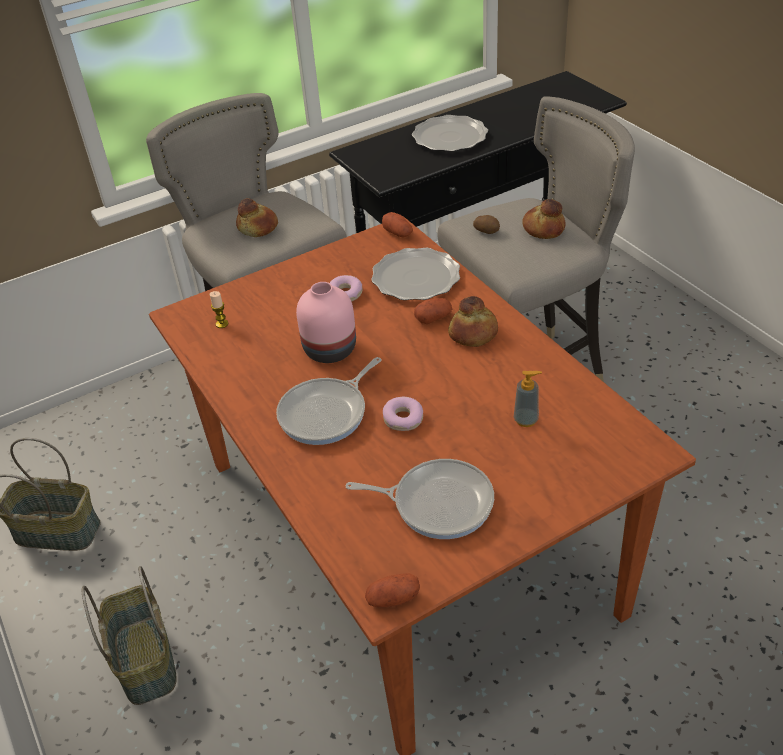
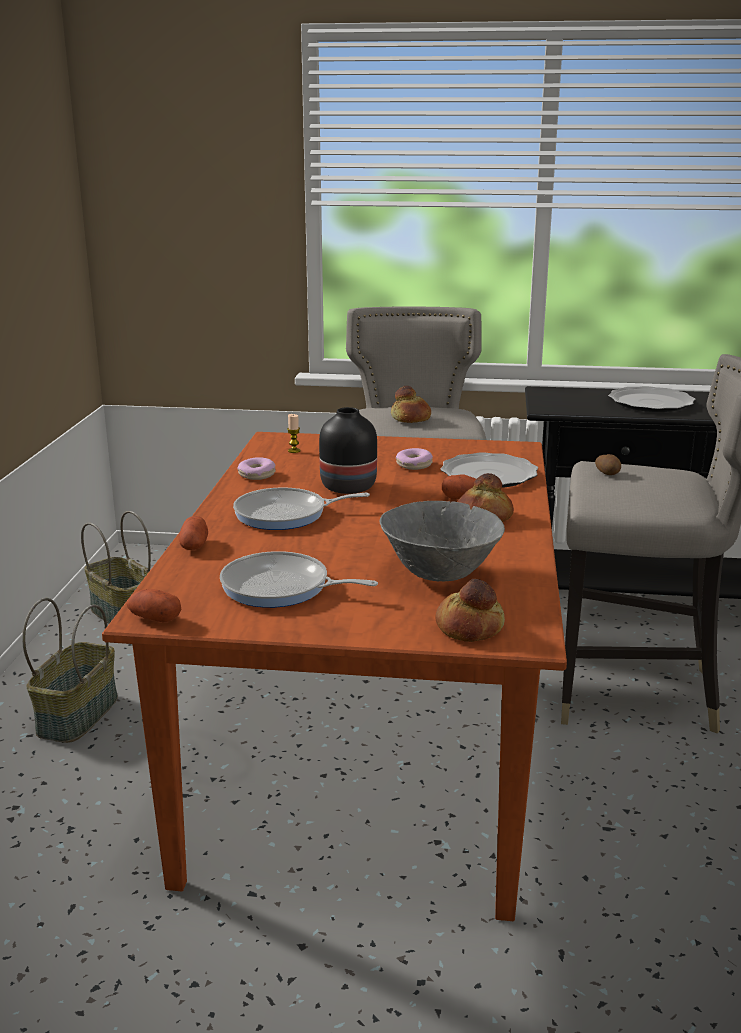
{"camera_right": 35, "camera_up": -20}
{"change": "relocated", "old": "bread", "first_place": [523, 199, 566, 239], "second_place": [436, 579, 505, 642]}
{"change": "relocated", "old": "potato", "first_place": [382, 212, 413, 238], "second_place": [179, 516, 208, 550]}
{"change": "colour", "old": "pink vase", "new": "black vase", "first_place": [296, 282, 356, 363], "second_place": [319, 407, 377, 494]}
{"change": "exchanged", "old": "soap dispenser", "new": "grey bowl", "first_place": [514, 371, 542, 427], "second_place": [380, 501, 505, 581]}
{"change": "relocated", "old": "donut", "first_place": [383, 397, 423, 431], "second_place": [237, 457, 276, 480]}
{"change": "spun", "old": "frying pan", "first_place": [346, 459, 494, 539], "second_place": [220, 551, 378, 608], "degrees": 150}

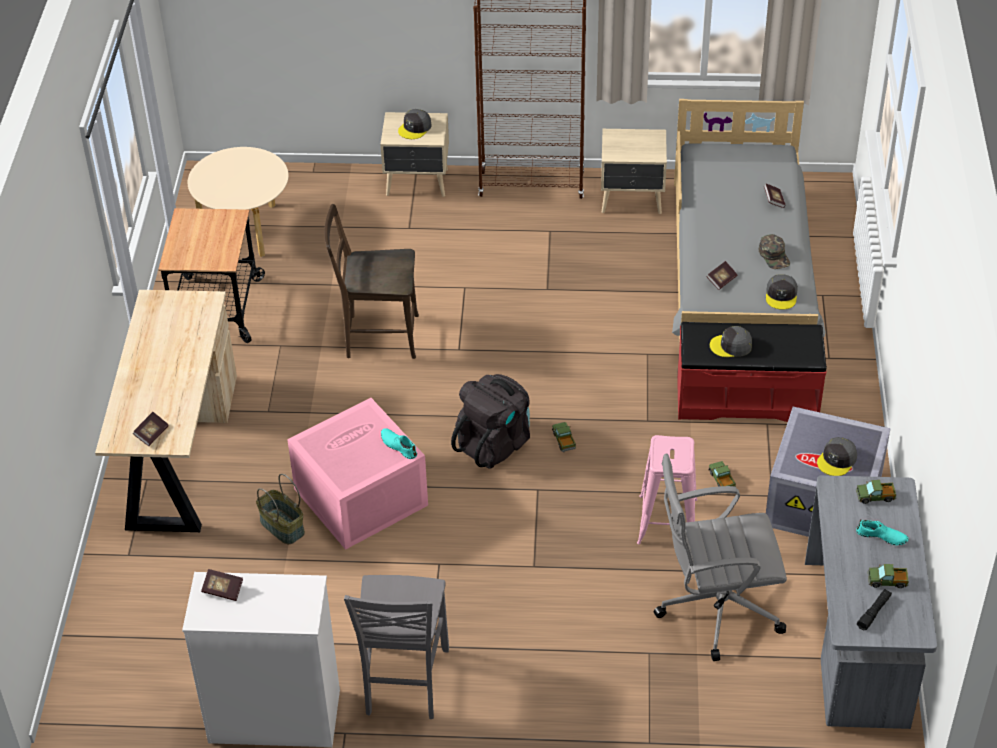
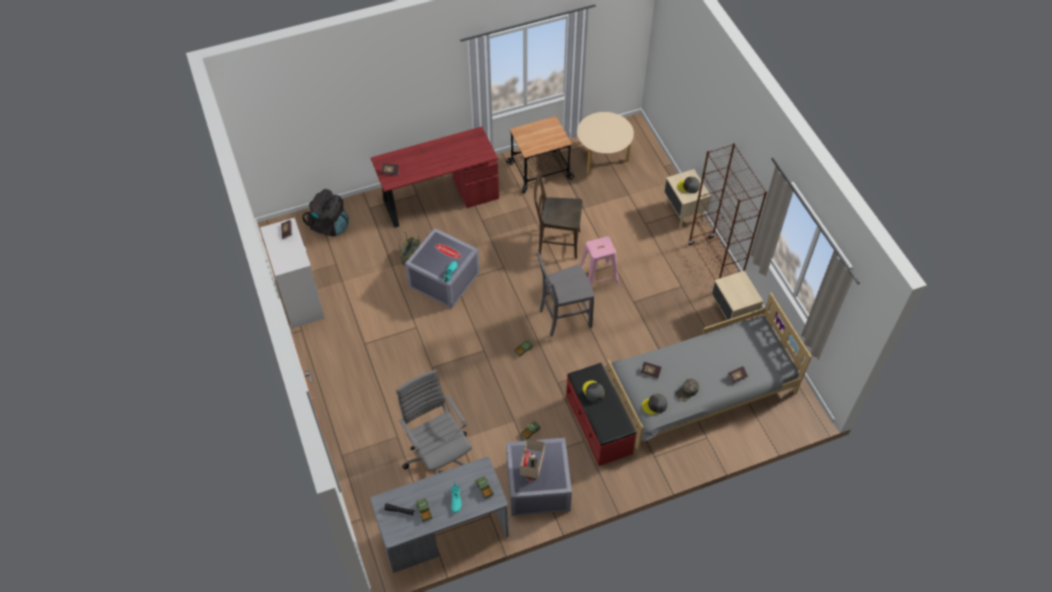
{"camera_right": 65, "camera_up": 10}
{"change": "spun", "old": "brown chair", "first_place": [324, 204, 419, 359], "second_place": [534, 173, 583, 259], "degrees": -60}
{"change": "colour", "old": "beige desk", "new": "red desk", "first_place": [95, 290, 237, 532], "second_place": [371, 127, 499, 228]}
{"change": "relocated", "old": "black backpack", "first_place": [451, 374, 530, 469], "second_place": [302, 189, 349, 236]}
{"change": "colour", "old": "pink storage box", "new": "grey storage box", "first_place": [287, 398, 428, 550], "second_place": [405, 228, 480, 309]}
{"change": "relocated", "old": "pink stool", "first_place": [637, 435, 698, 544], "second_place": [580, 236, 619, 287]}
{"change": "exchanged", "old": "grey cap", "new": "beige table lamp", "first_place": [817, 437, 857, 476], "second_place": [520, 439, 545, 480]}
{"change": "relocated", "old": "grey chair", "first_place": [344, 575, 449, 719], "second_place": [537, 252, 594, 337]}

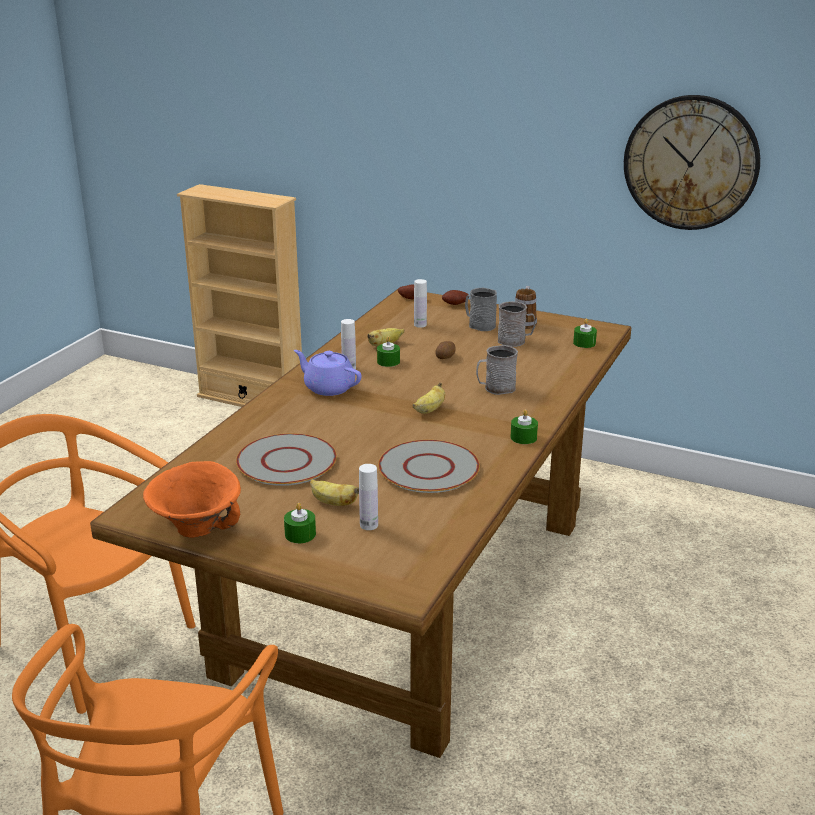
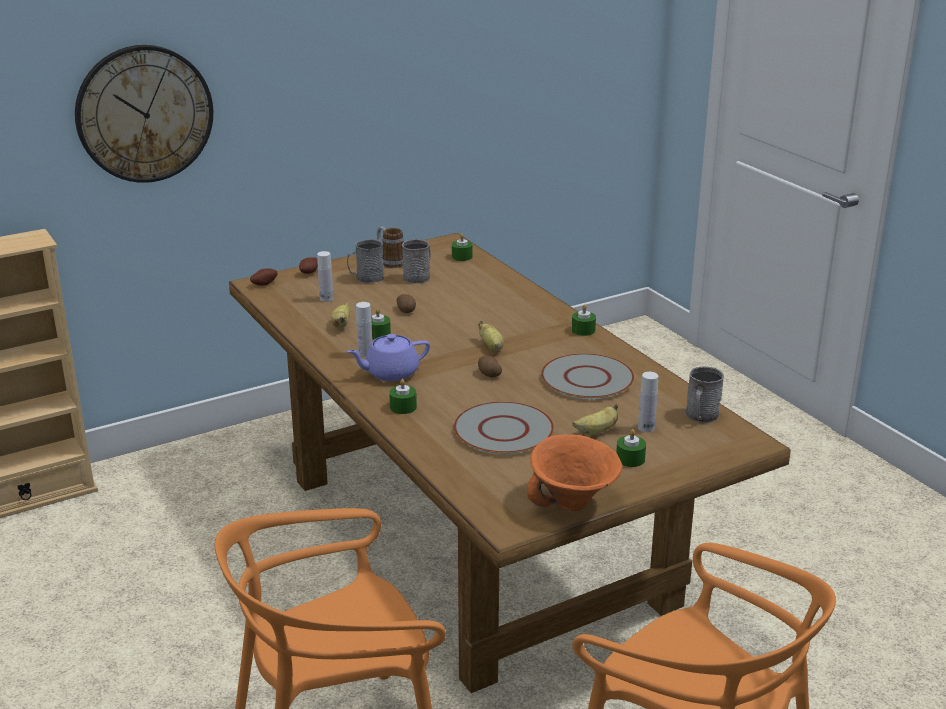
{"camera_right": -55, "camera_up": 0}
{"change": "relocated", "old": "wall clock", "first_place": [624, 95, 760, 230], "second_place": [75, 45, 213, 183]}
{"change": "relocated", "old": "grey mug", "first_place": [476, 345, 518, 395], "second_place": [686, 367, 724, 423]}
{"change": "appeared", "new": "potato", "second_place": [478, 355, 502, 378]}
{"change": "appeared", "new": "green candle", "second_place": [389, 379, 417, 414]}

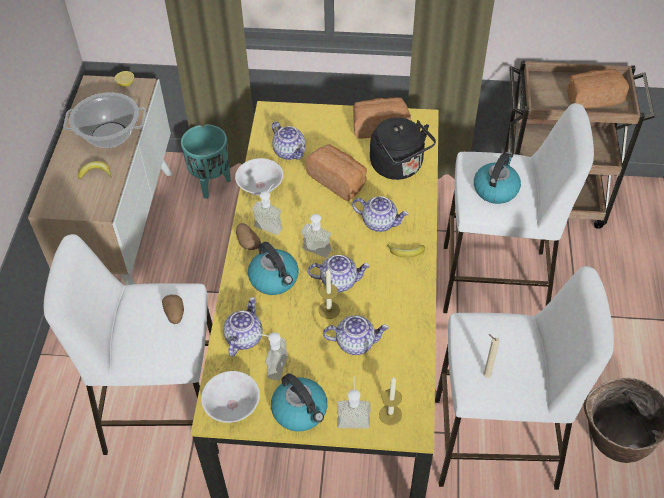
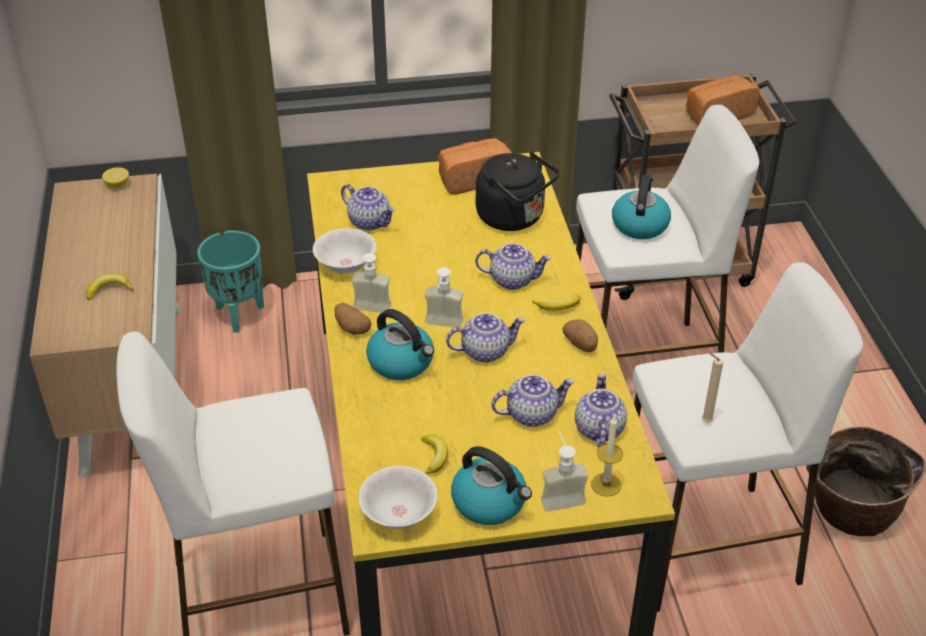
{"camera_right": -15, "camera_up": -10}
{"change": "missing", "old": "cooking pot", "first_place": [63, 92, 146, 148]}
{"change": "missing", "old": "bread", "first_place": [306, 144, 367, 201]}
{"change": "missing", "old": "candle", "first_place": [319, 269, 340, 319]}
{"change": "relocated", "old": "potato", "first_place": [162, 295, 184, 324], "second_place": [563, 319, 598, 352]}
{"change": "relocated", "old": "teapot", "first_place": [223, 297, 262, 357], "second_place": [575, 373, 627, 448]}
{"change": "exchanged", "old": "soap dispenser", "new": "banana", "first_place": [255, 332, 288, 381], "second_place": [421, 434, 448, 475]}

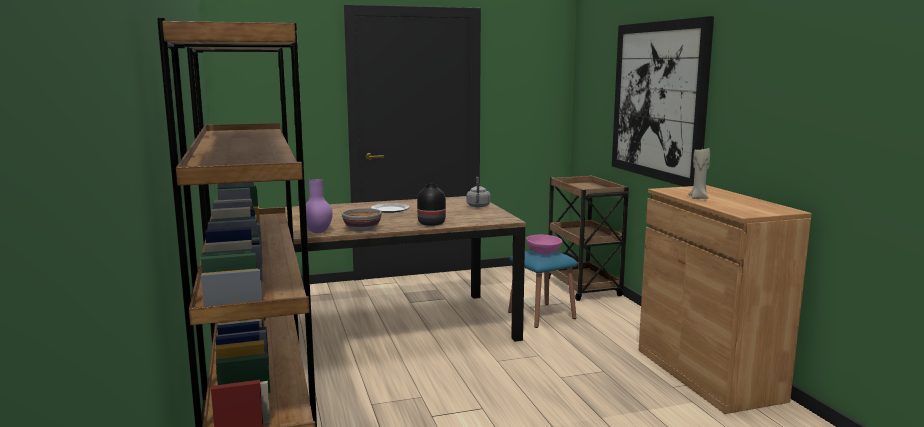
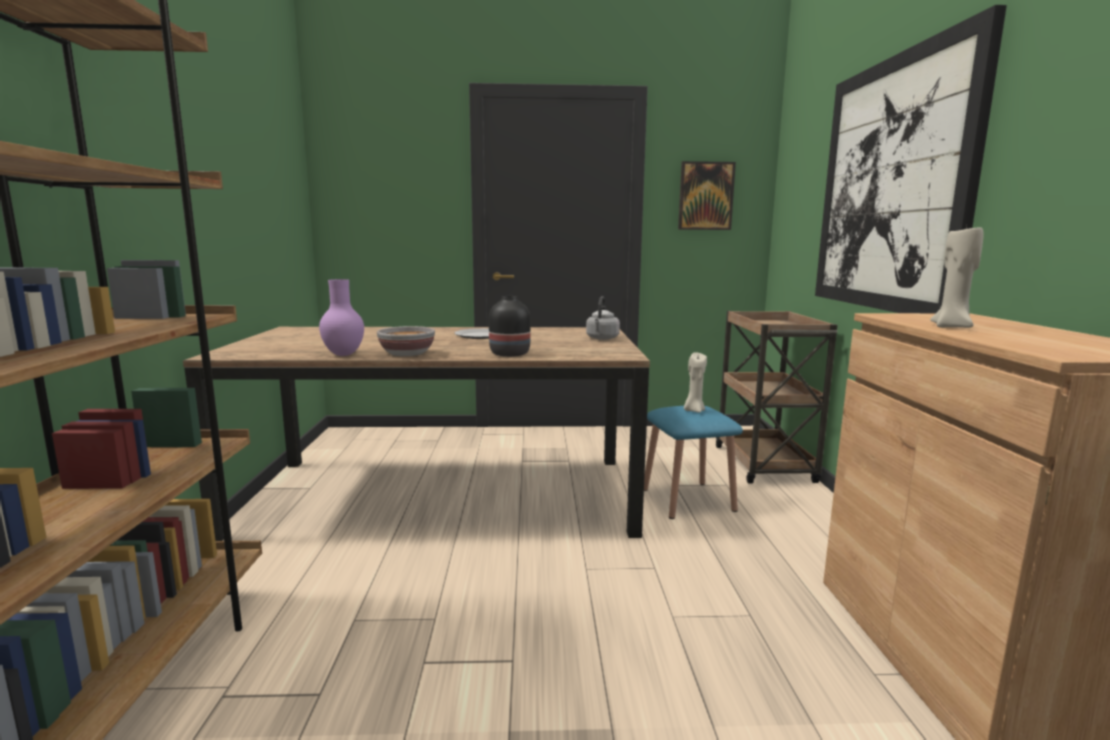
{"camera_right": 15, "camera_up": 0}
{"change": "exchanged", "old": "pink bowl", "new": "beige candle", "first_place": [526, 235, 563, 254], "second_place": [684, 352, 707, 413]}
{"change": "appeared", "new": "picture", "second_place": [678, 161, 736, 230]}

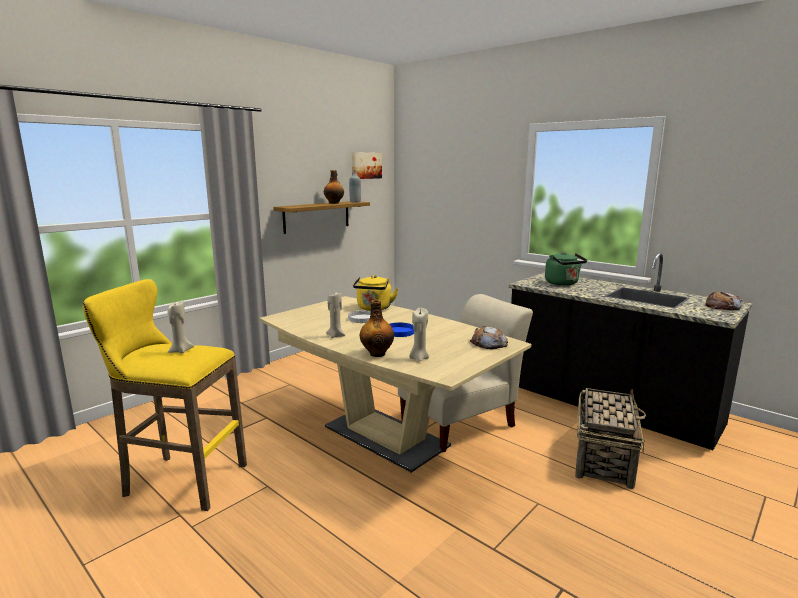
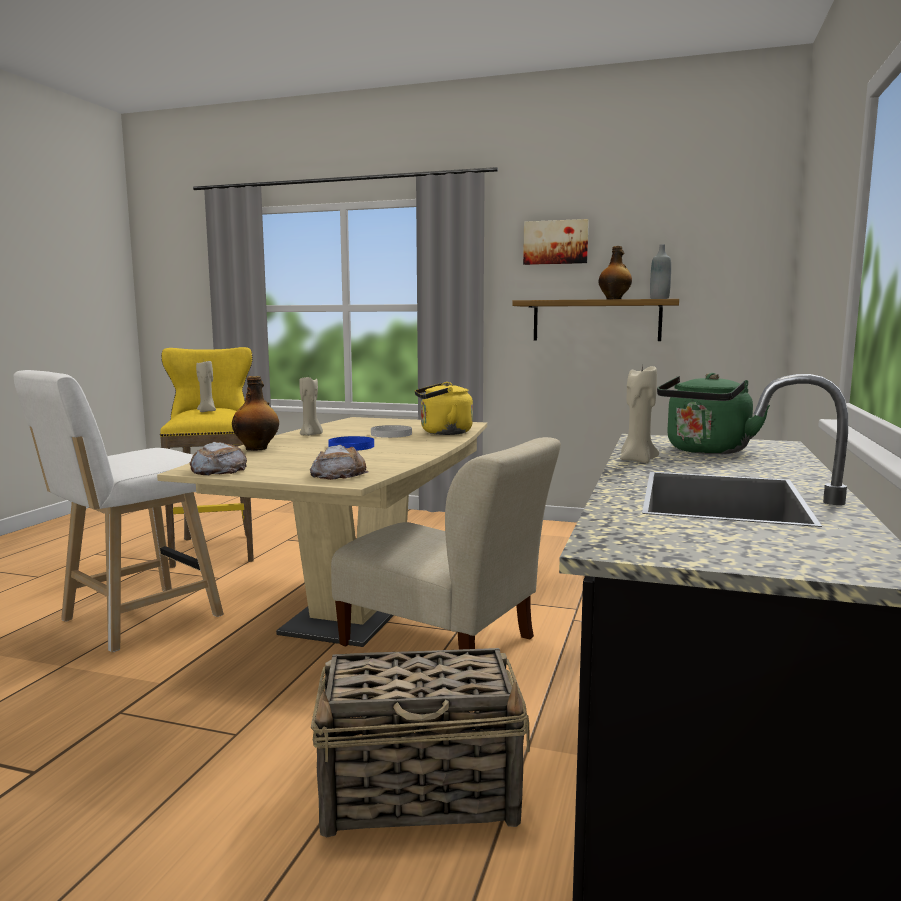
{"camera_right": 65, "camera_up": -5}
{"change": "relocated", "old": "picture", "first_place": [352, 152, 382, 179], "second_place": [523, 219, 589, 265]}
{"change": "relocated", "old": "bread", "first_place": [706, 291, 742, 310], "second_place": [190, 442, 247, 475]}
{"change": "relocated", "old": "beige candle", "first_place": [409, 308, 429, 361], "second_place": [620, 365, 659, 463]}
{"change": "appeared", "new": "white stool", "second_place": [14, 370, 224, 653]}

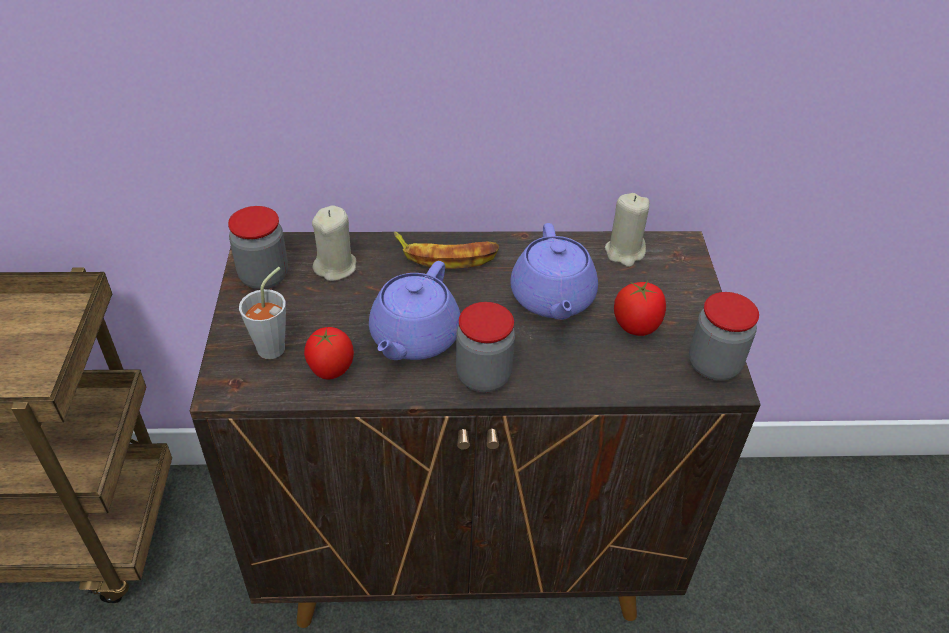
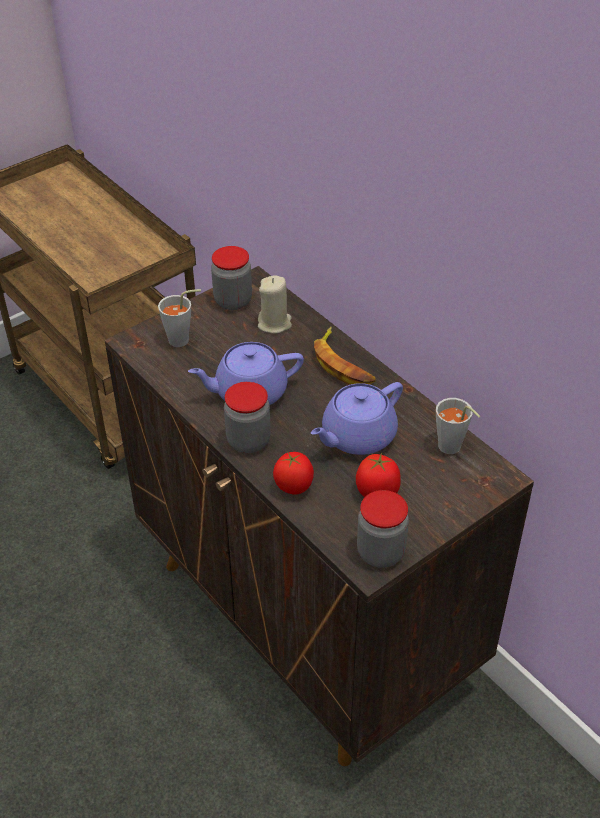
{"camera_right": 55, "camera_up": 0}
{"change": "exchanged", "old": "beige candle", "new": "grey cup", "first_place": [605, 193, 649, 267], "second_place": [436, 398, 480, 454]}
{"change": "relocated", "old": "tomato", "first_place": [304, 327, 354, 380], "second_place": [273, 452, 314, 495]}

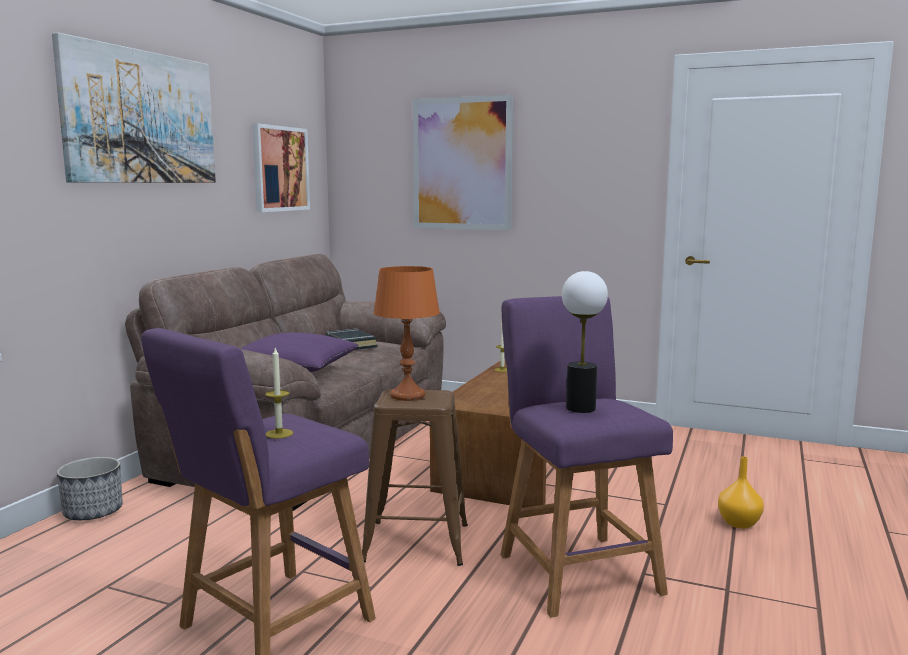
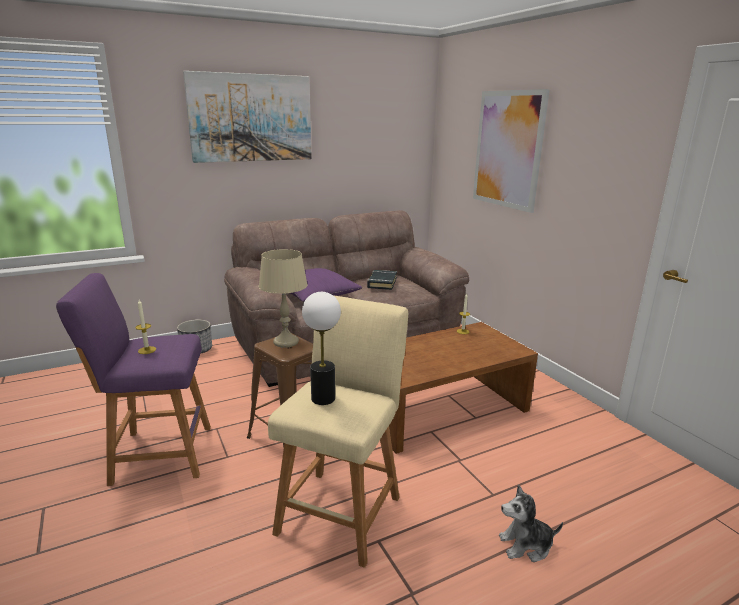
{"camera_right": 40, "camera_up": 10}
{"change": "missing", "old": "picture", "first_place": [252, 123, 310, 212]}
{"change": "colour", "old": "orange table lamp", "new": "beige table lamp", "first_place": [373, 266, 440, 401], "second_place": [259, 249, 308, 348]}
{"change": "colour", "old": "purple stool", "new": "beige stool", "first_place": [500, 296, 673, 618], "second_place": [268, 295, 408, 568]}
{"change": "exchanged", "old": "orange vase", "new": "plush toy", "first_place": [718, 457, 764, 529], "second_place": [499, 485, 563, 562]}

